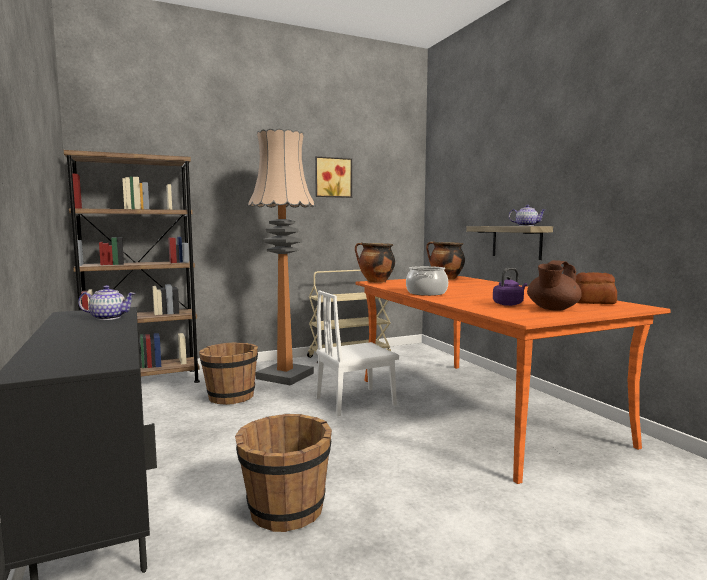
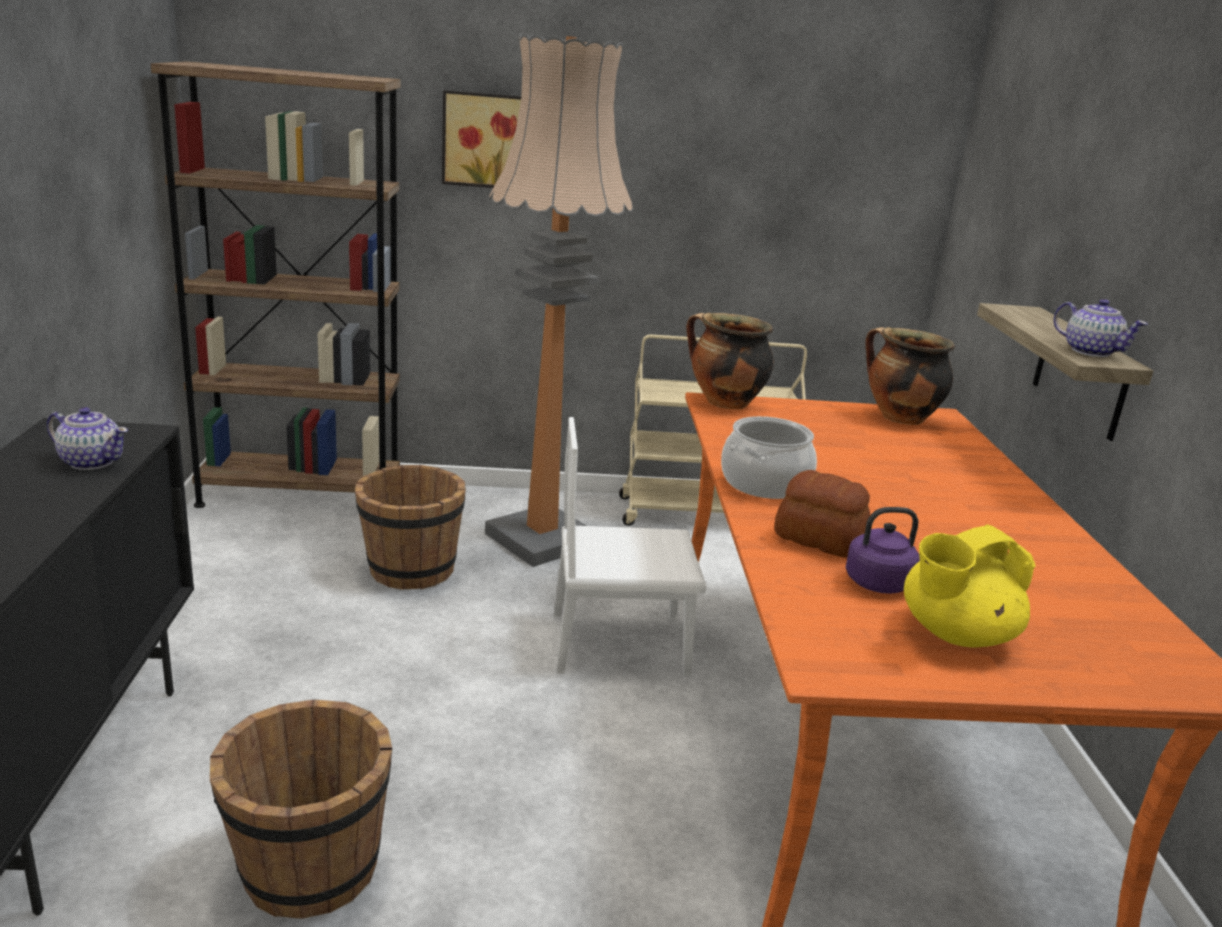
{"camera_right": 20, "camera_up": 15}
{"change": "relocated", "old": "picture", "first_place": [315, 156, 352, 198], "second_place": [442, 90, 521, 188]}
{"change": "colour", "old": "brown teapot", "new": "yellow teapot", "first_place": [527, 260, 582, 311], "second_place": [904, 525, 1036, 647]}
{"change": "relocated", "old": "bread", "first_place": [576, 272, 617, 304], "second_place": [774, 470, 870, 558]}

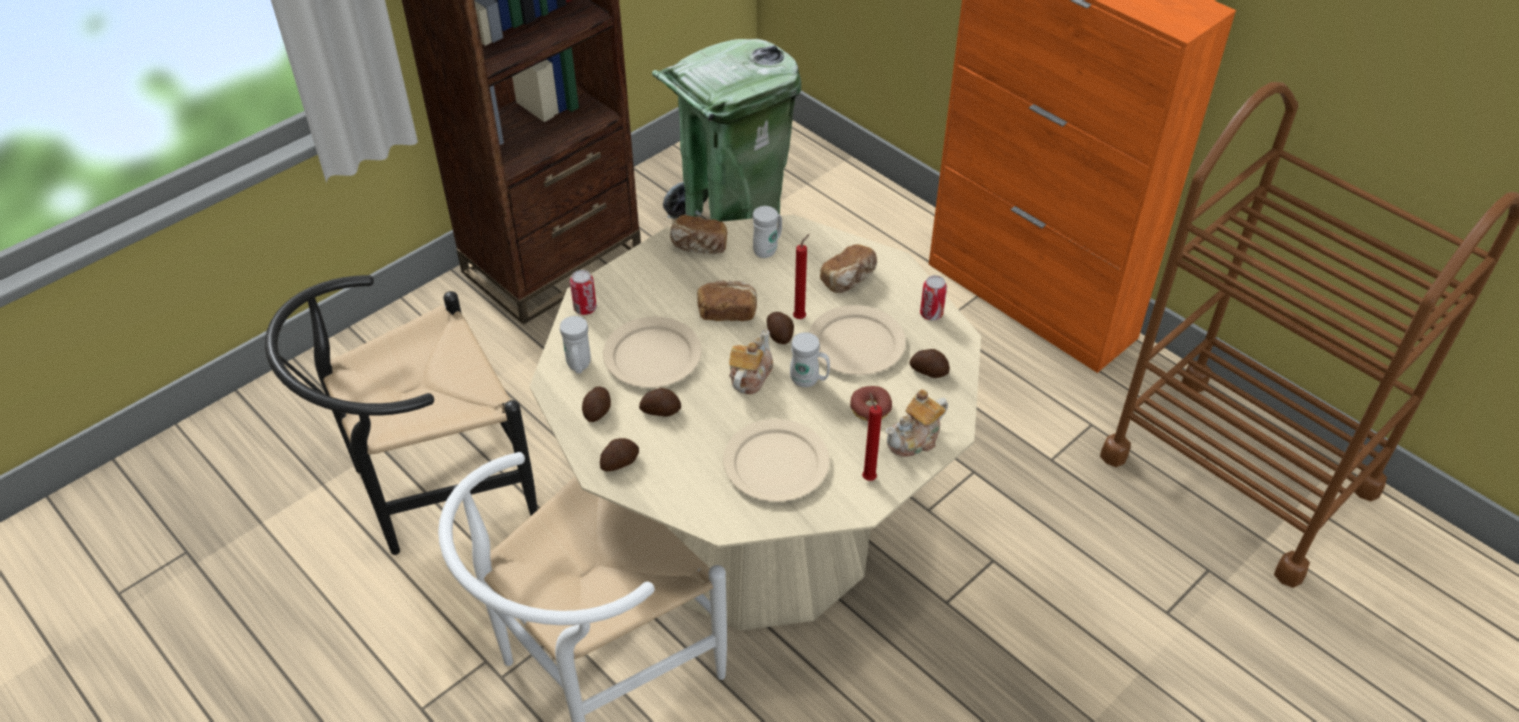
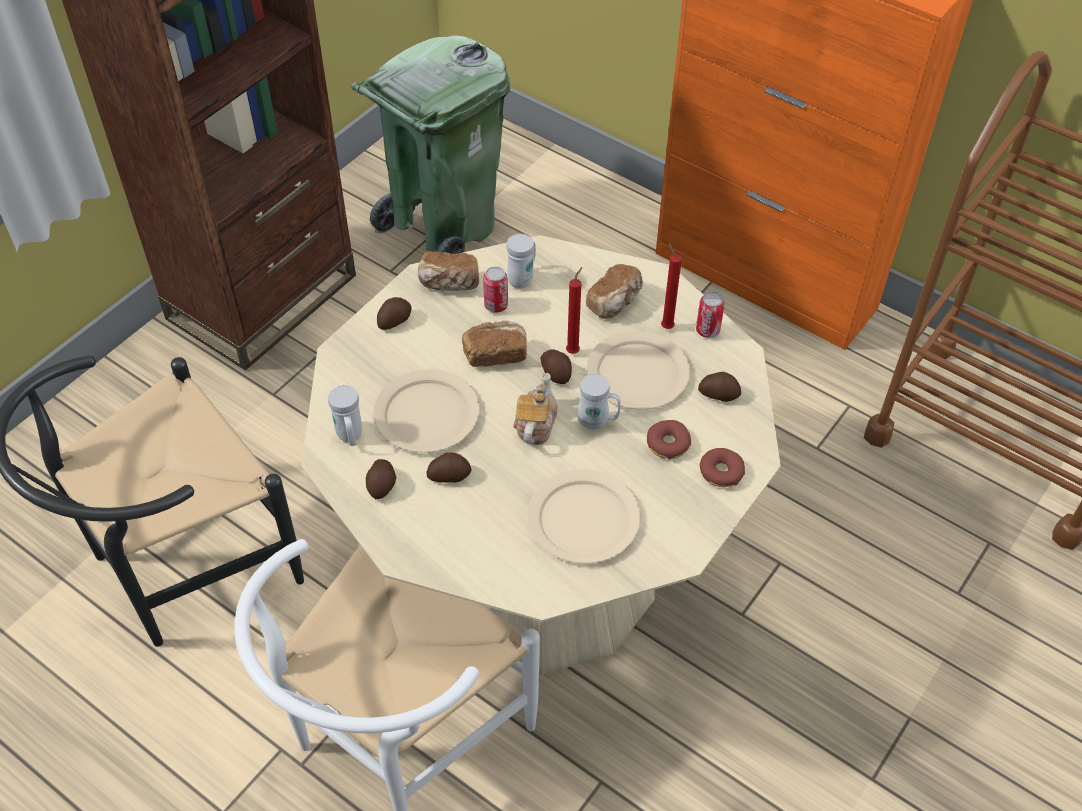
{"camera_right": -10, "camera_up": 5}
{"change": "relocated", "old": "can", "first_place": [570, 270, 597, 315], "second_place": [483, 266, 508, 313]}
{"change": "exchanged", "old": "teapot", "new": "donut", "first_place": [886, 389, 948, 457], "second_place": [700, 448, 745, 487]}
{"change": "relocated", "old": "red candle", "first_place": [862, 393, 882, 481], "second_place": [661, 243, 682, 329]}
{"change": "relocated", "old": "potato", "first_place": [600, 438, 639, 472], "second_place": [377, 297, 412, 330]}

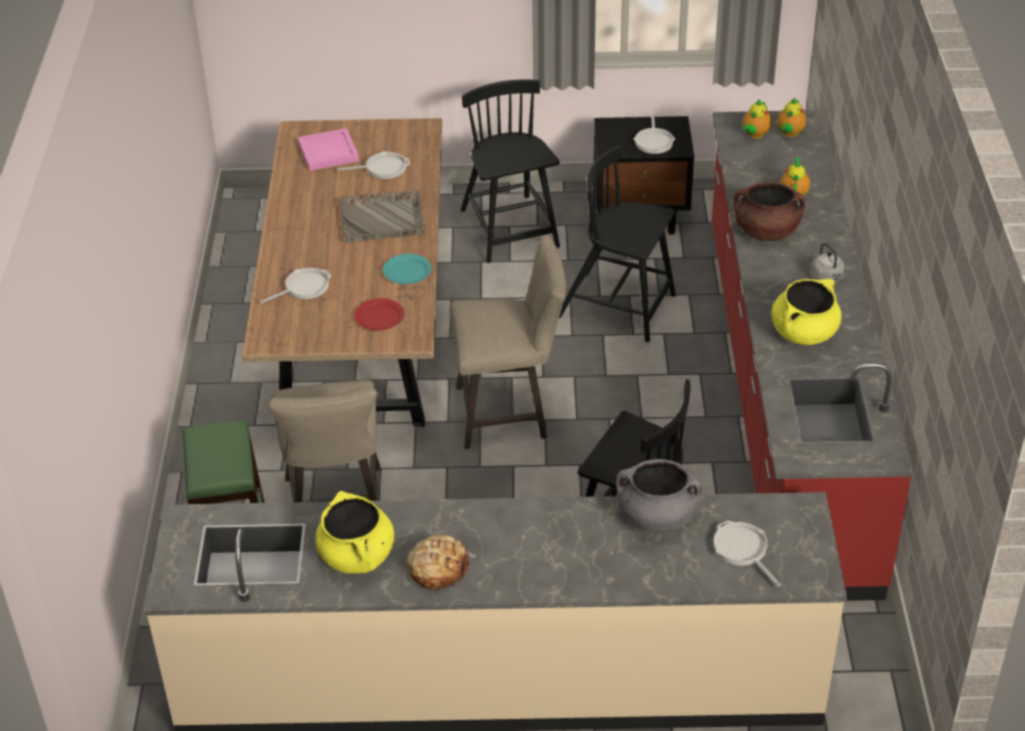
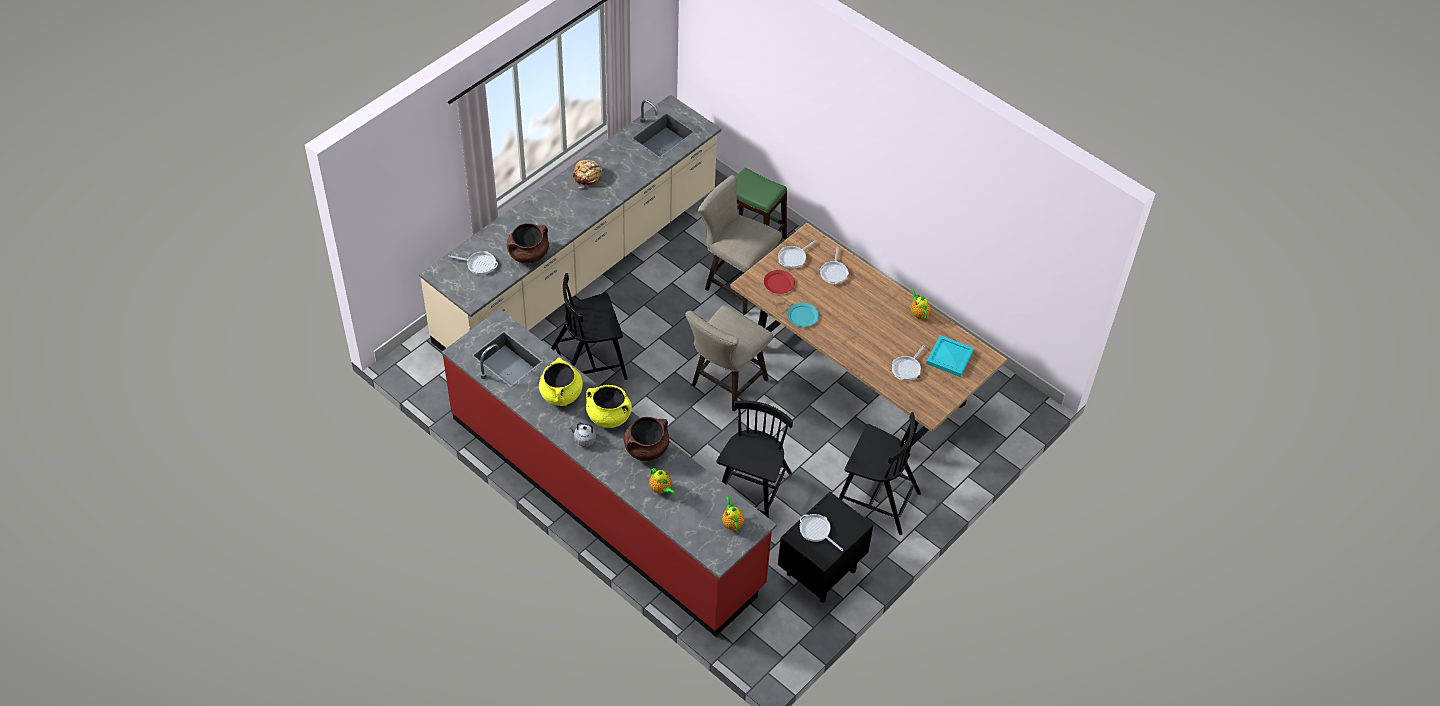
{"camera_right": 130, "camera_up": 10}
{"change": "relocated", "old": "teapot", "first_place": [778, 98, 806, 137], "second_place": [911, 289, 930, 319]}
{"change": "colour", "old": "pink tray", "new": "turquoise tray", "first_place": [298, 128, 359, 171], "second_place": [926, 335, 974, 377]}
{"change": "spun", "old": "black chair", "first_place": [559, 145, 676, 342], "second_place": [716, 401, 793, 518], "degrees": -45}
{"change": "missing", "old": "grey tray", "first_place": [339, 190, 425, 242]}
{"change": "colour", "old": "grey cooking pot", "new": "brown cooking pot", "first_place": [616, 459, 701, 533], "second_place": [507, 223, 549, 264]}
{"change": "relocated", "old": "yellow cooking pot", "first_place": [315, 491, 394, 574], "second_place": [586, 385, 632, 428]}
{"change": "appeared", "new": "frying pan", "second_place": [778, 240, 817, 269]}

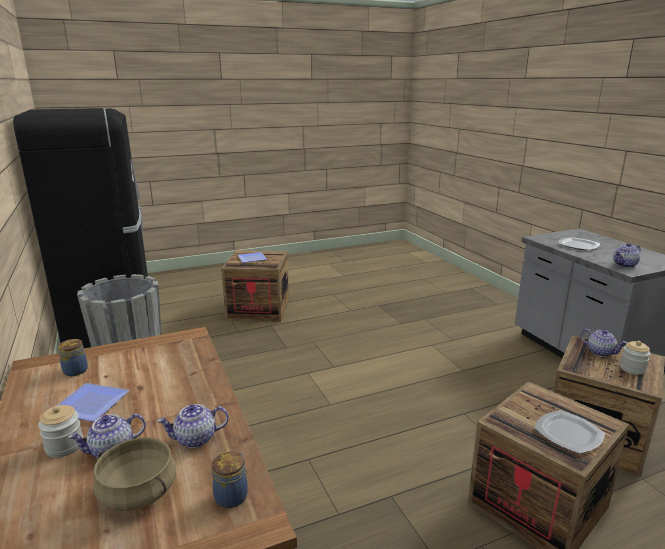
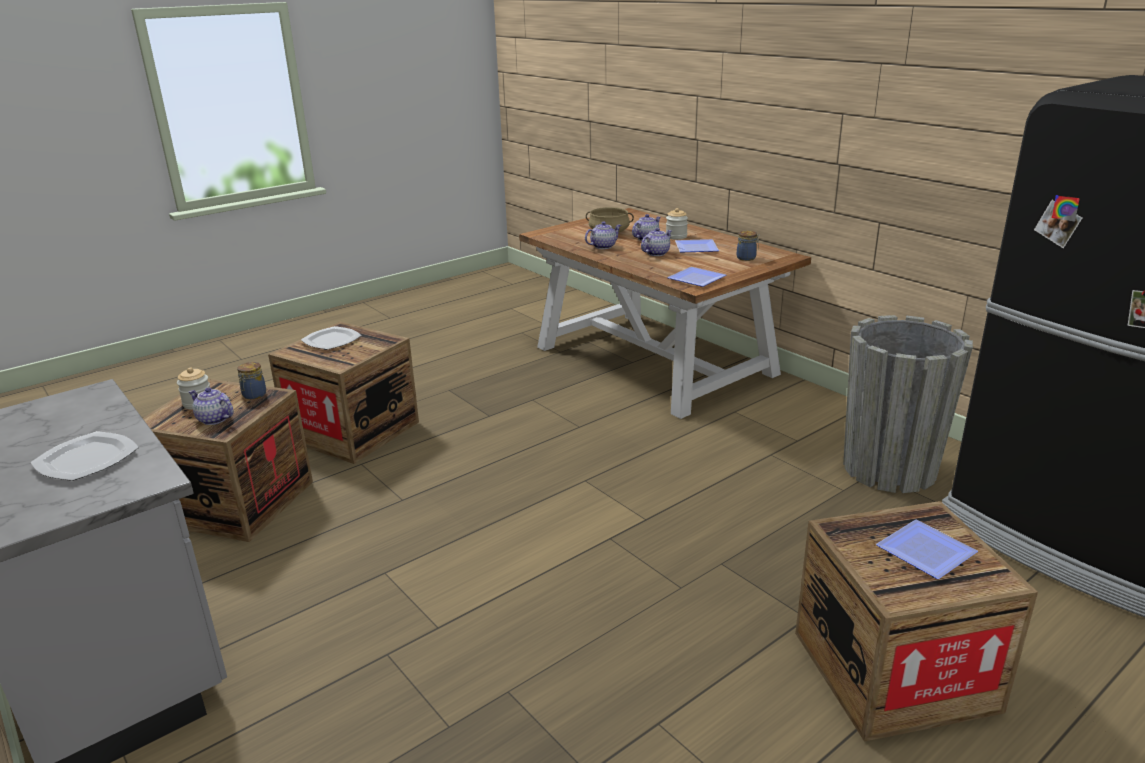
{"camera_right": 165, "camera_up": 5}
{"change": "relocated", "old": "teapot", "first_place": [613, 243, 640, 268], "second_place": [641, 228, 672, 256]}
{"change": "relocated", "old": "jar", "first_place": [212, 451, 248, 508], "second_place": [237, 362, 266, 399]}
{"change": "appeared", "new": "plate", "second_place": [667, 267, 726, 287]}

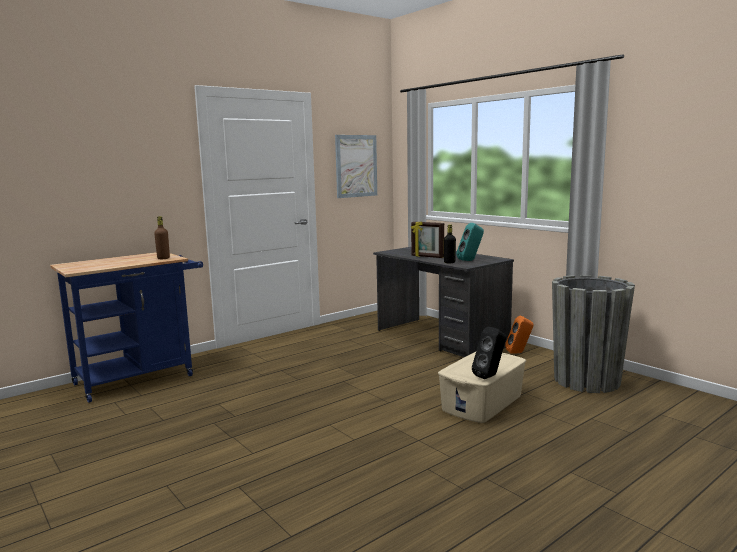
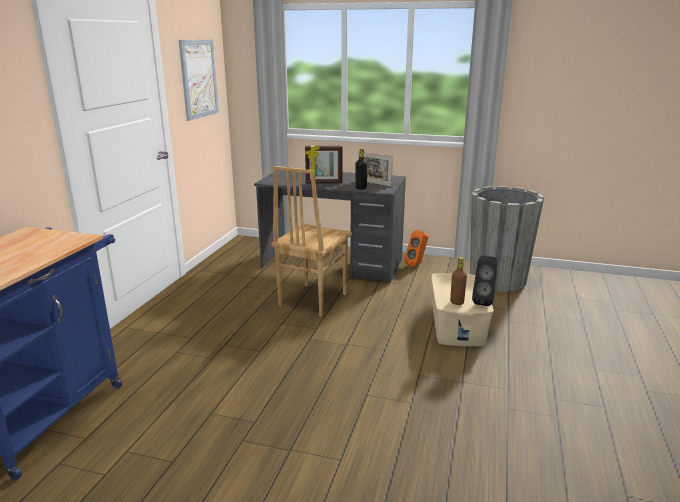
{"camera_right": -35, "camera_up": 10}
{"change": "relocated", "old": "brown bottle", "first_place": [154, 216, 170, 259], "second_place": [450, 257, 467, 305]}
{"change": "exchanged", "old": "turquoise speaker", "new": "picture frame", "first_place": [456, 223, 484, 261], "second_place": [358, 151, 393, 187]}
{"change": "appeared", "new": "brown chair", "second_place": [271, 166, 352, 317]}

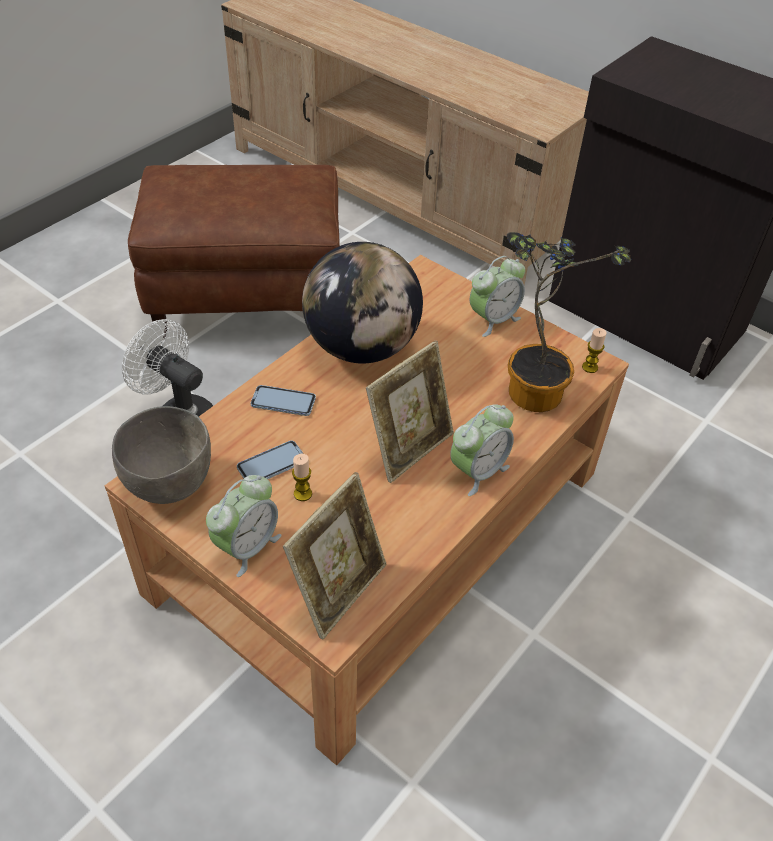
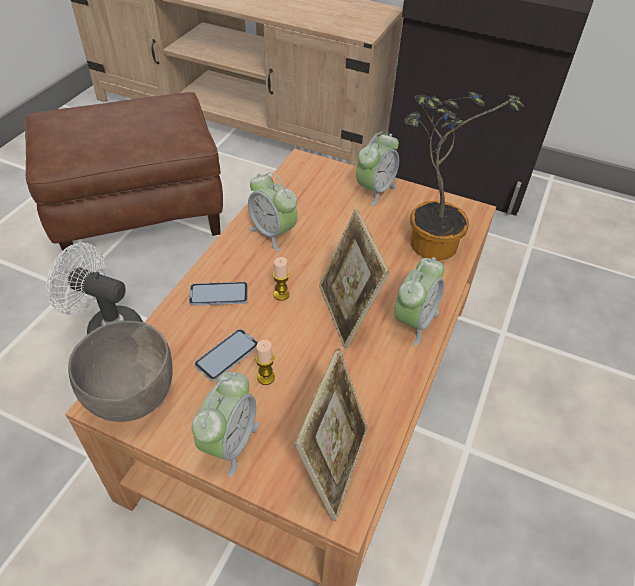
{"camera_right": -15, "camera_up": 0}
{"change": "exchanged", "old": "globe", "new": "alarm clock", "first_place": [302, 242, 423, 364], "second_place": [248, 172, 298, 251]}
{"change": "relocated", "old": "candle", "first_place": [582, 328, 607, 373], "second_place": [273, 257, 289, 301]}
{"change": "spun", "old": "picture frame", "first_place": [366, 340, 454, 483], "second_place": [319, 209, 390, 349], "degrees": 135}

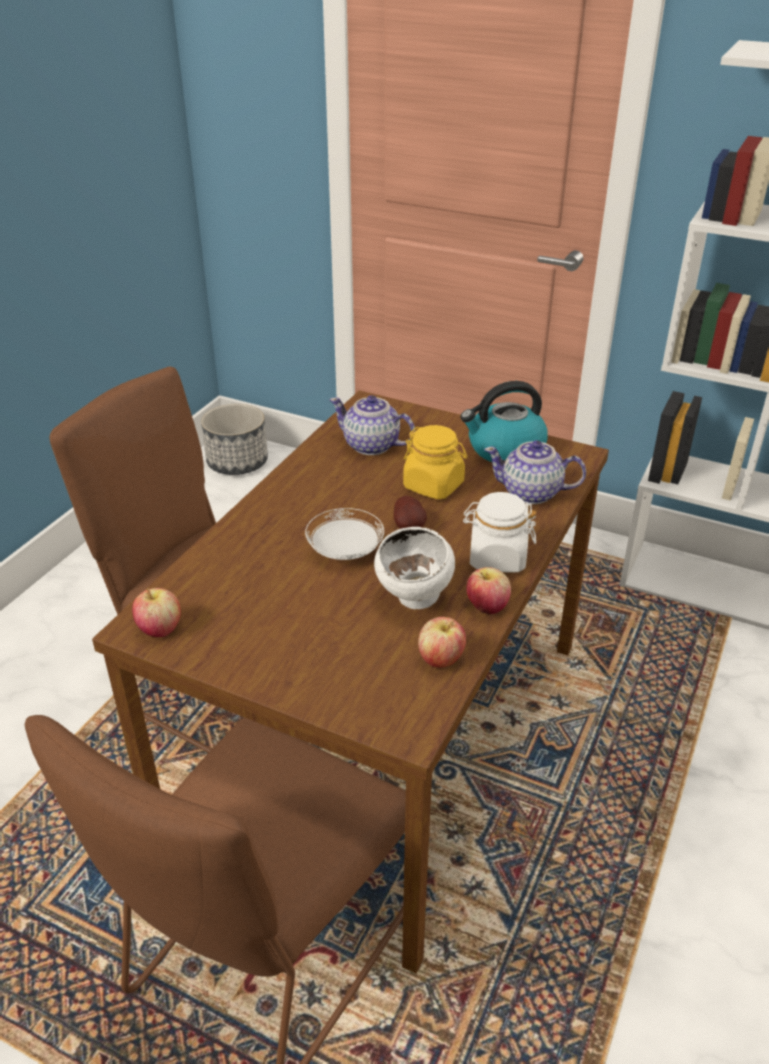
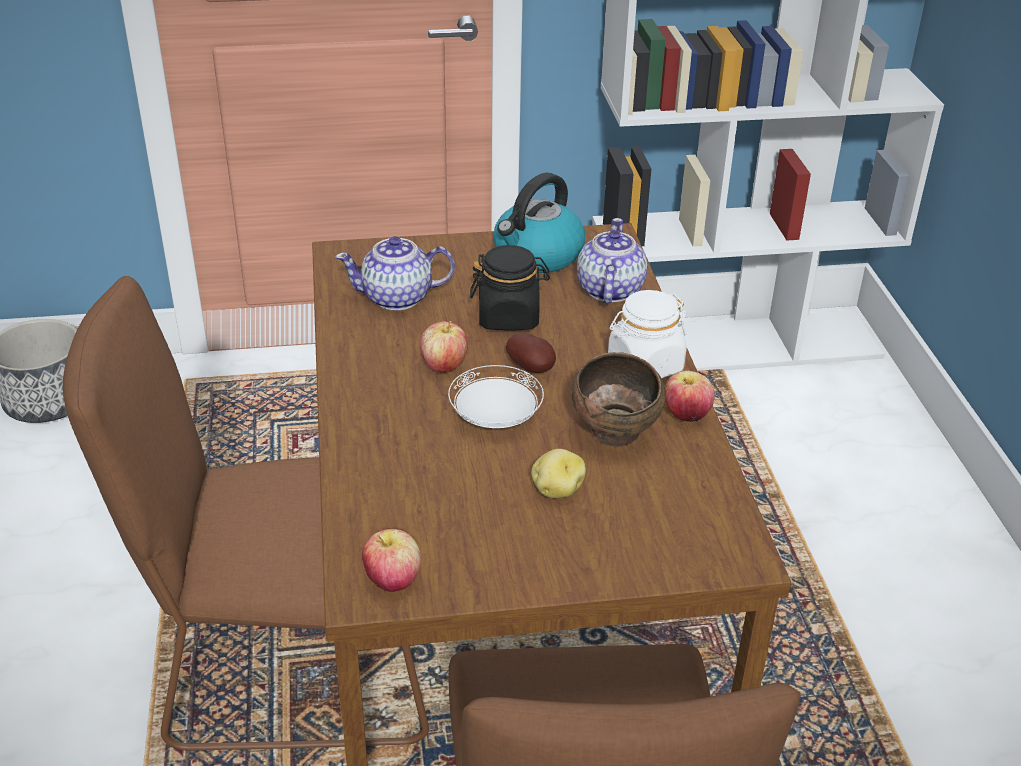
{"camera_right": -35, "camera_up": 0}
{"change": "colour", "old": "yellow jar", "new": "black jar", "first_place": [403, 425, 467, 499], "second_place": [470, 245, 550, 331]}
{"change": "spun", "old": "teapot", "first_place": [484, 440, 586, 504], "second_place": [577, 218, 647, 304], "degrees": 120}
{"change": "colour", "old": "white bowl", "new": "brown bowl", "first_place": [374, 527, 455, 609], "second_place": [571, 352, 666, 447]}
{"change": "relocated", "old": "apple", "first_place": [418, 617, 466, 668], "second_place": [420, 321, 468, 373]}
{"change": "appeared", "new": "potato", "second_place": [531, 449, 586, 498]}

